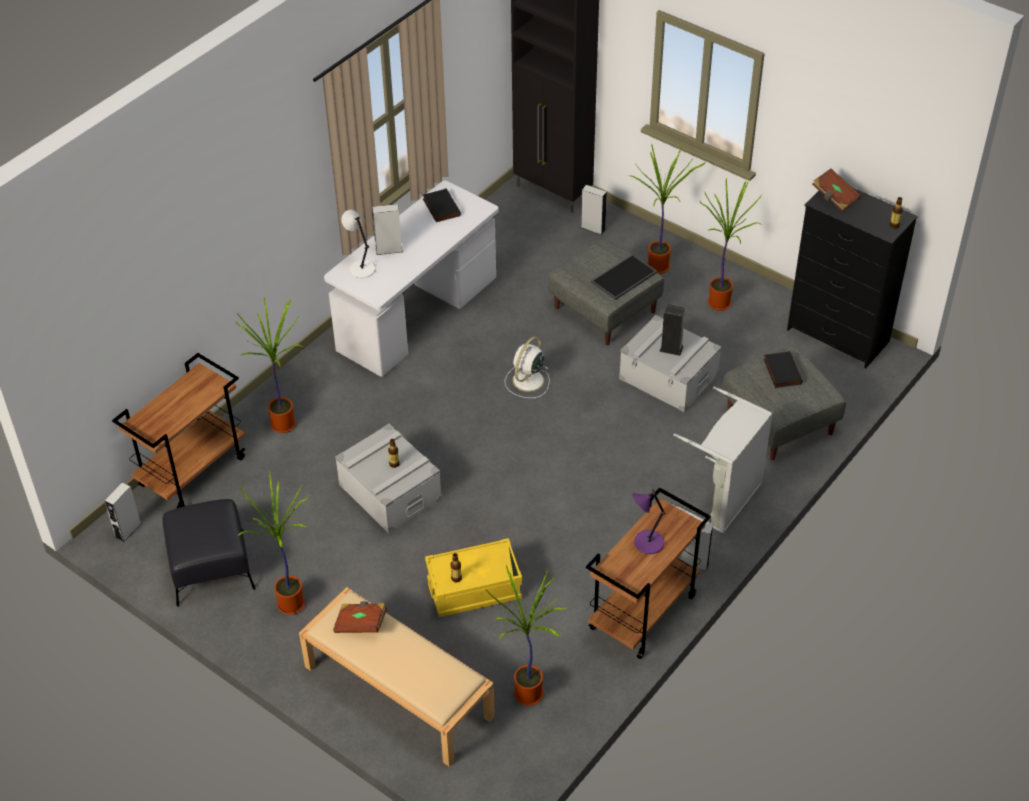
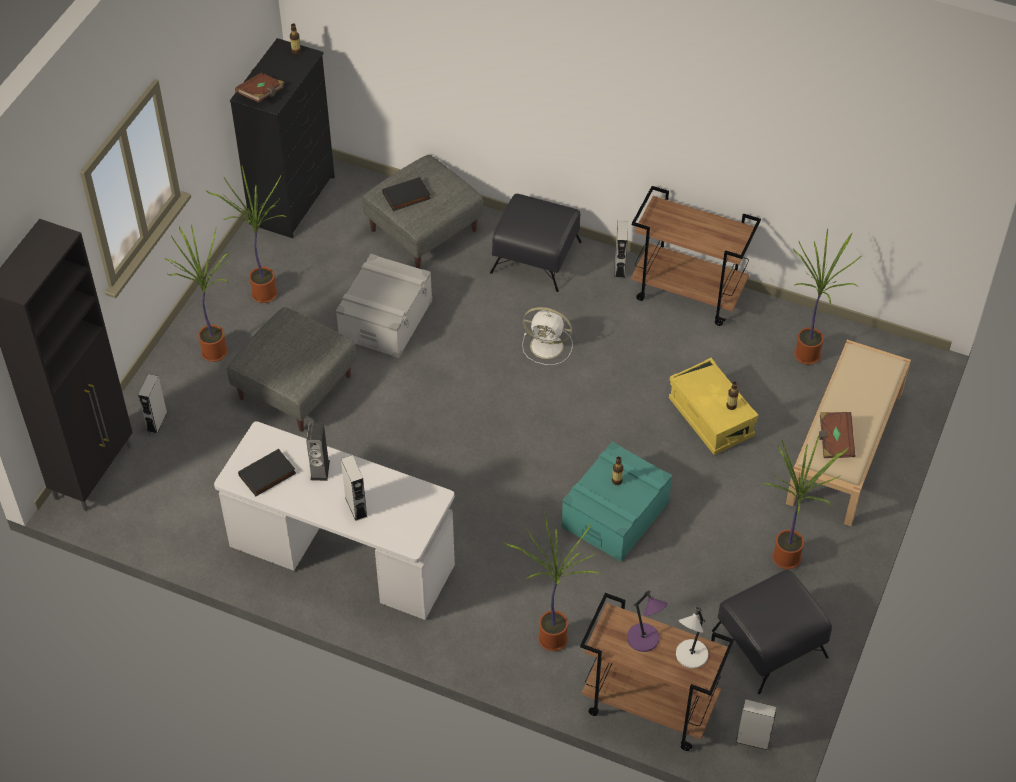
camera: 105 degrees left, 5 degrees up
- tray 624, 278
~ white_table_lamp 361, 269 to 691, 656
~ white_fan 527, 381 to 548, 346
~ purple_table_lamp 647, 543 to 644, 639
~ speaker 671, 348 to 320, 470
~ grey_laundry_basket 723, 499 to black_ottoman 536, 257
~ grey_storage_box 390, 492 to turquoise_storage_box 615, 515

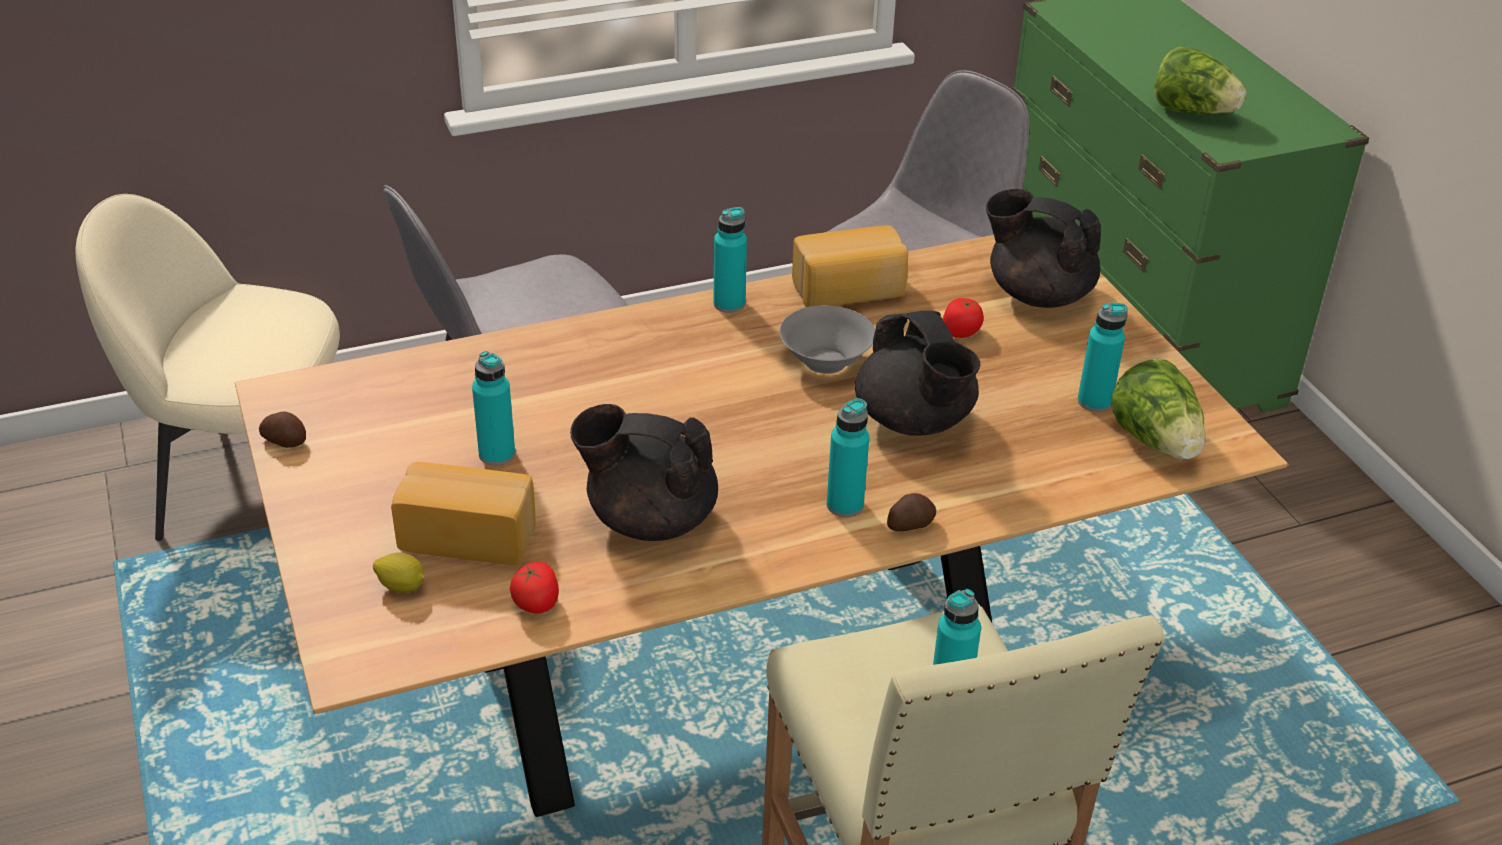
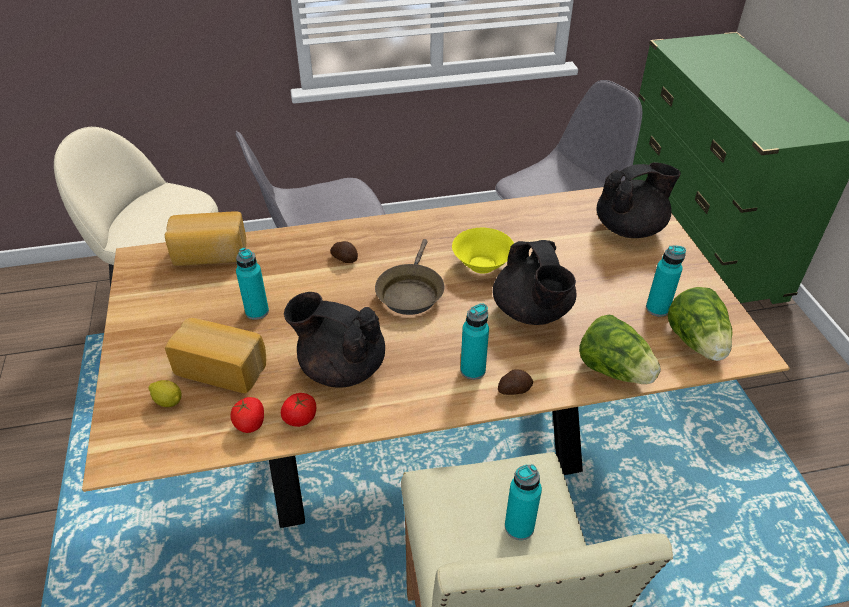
camera: 10 degrees right, 5 degrees up
- turquoise_bottle 729, 304
+ brown_frying_pan 410, 292
~ potato 285, 440 to 345, 258
~ bread 849, 292 to 210, 255
~ tomato 960, 332 to 300, 419
~ lettuce 1192, 112 to 614, 370
~ grey_bowl 824, 361 to yellow_bowl 481, 264
~ black_teapot 1037, 294 = 630, 228 120 degrees clockwise

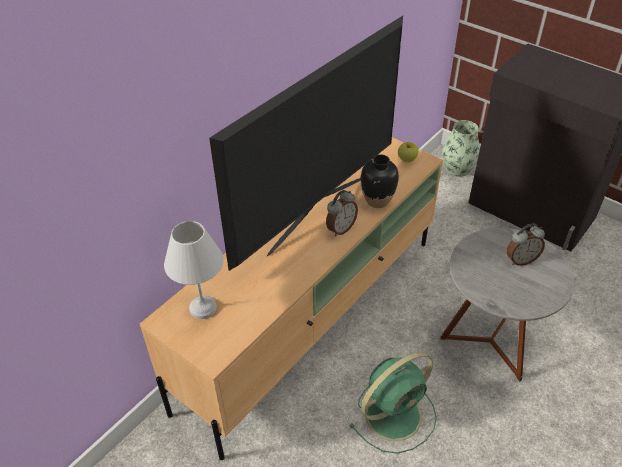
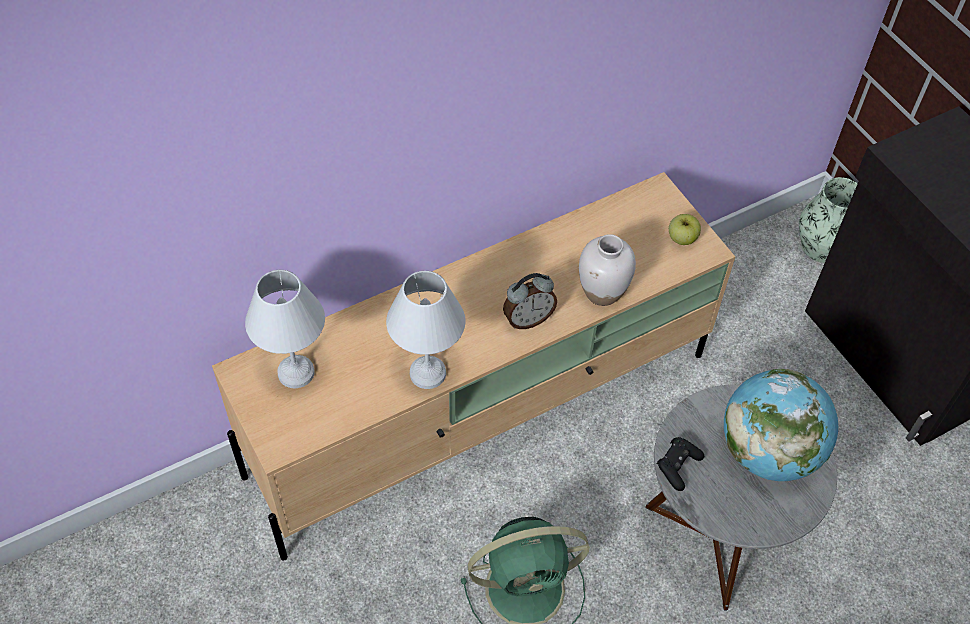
camera: 20 degrees right, 10 degrees up
- television 316, 213
+ white_table_lamp 426, 374
+ black_game_controller 677, 466
~ alarm_clock 521, 260 to globe 768, 451
~ black_vase 377, 200 to white_vase 602, 292

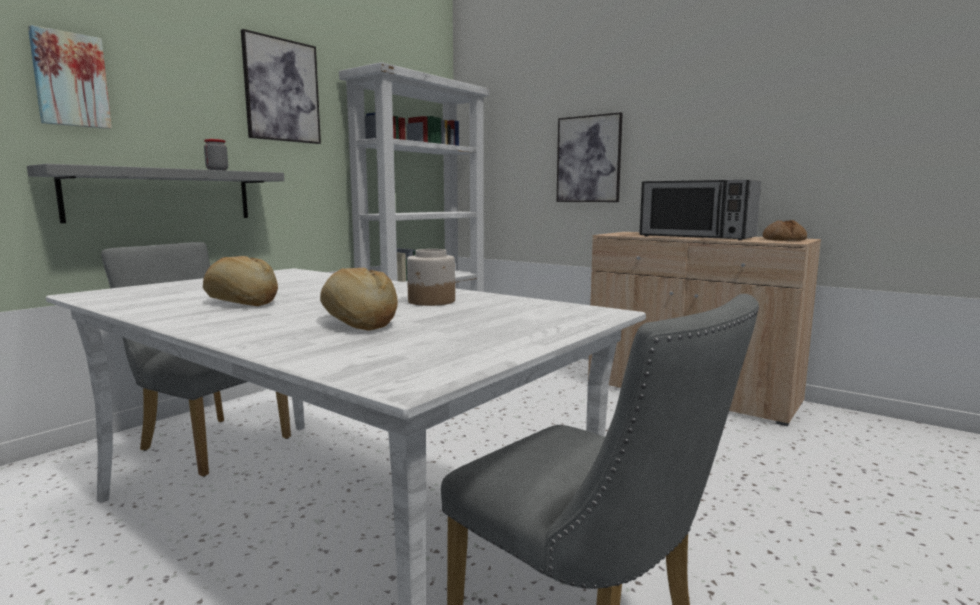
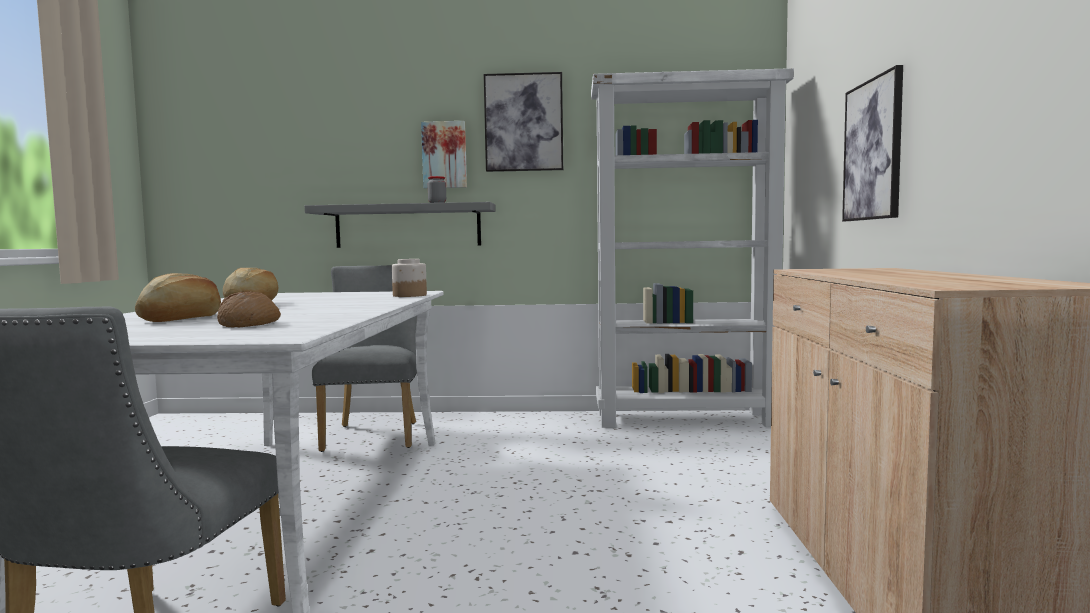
camera: 55 degrees right, 5 degrees down
- microwave 696, 237
~ picture 70, 80 to 444, 155
~ jar 431, 301 to 409, 295
~ bread 784, 239 to 249, 324

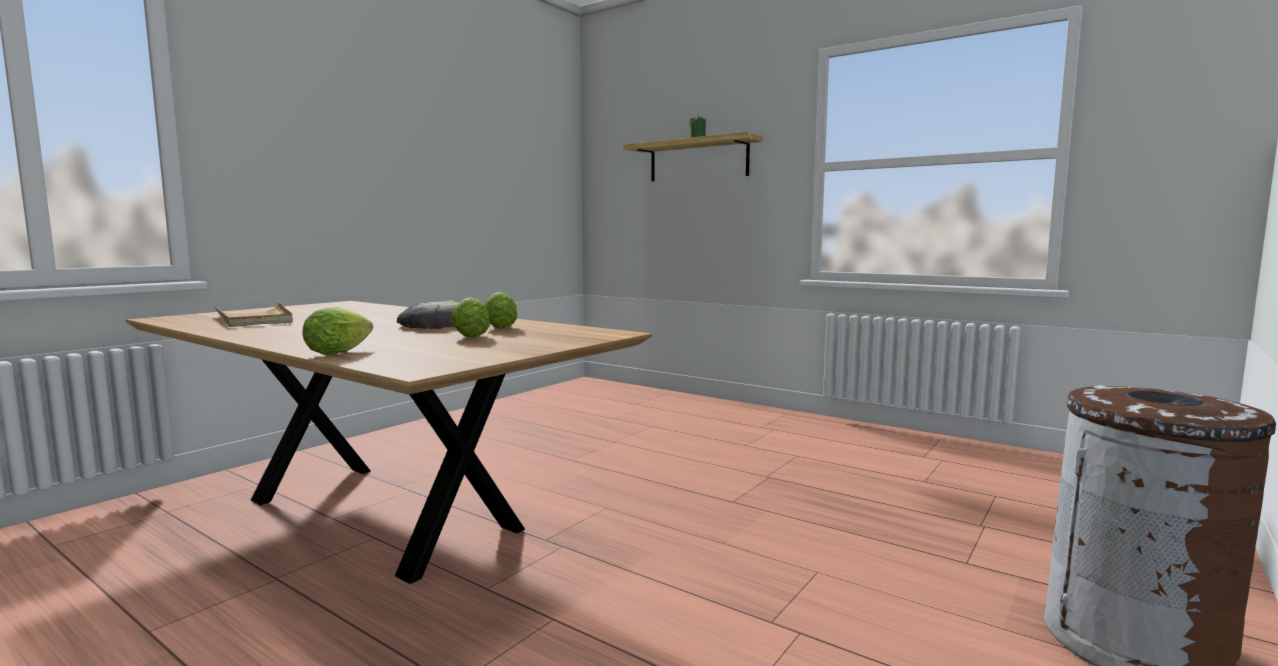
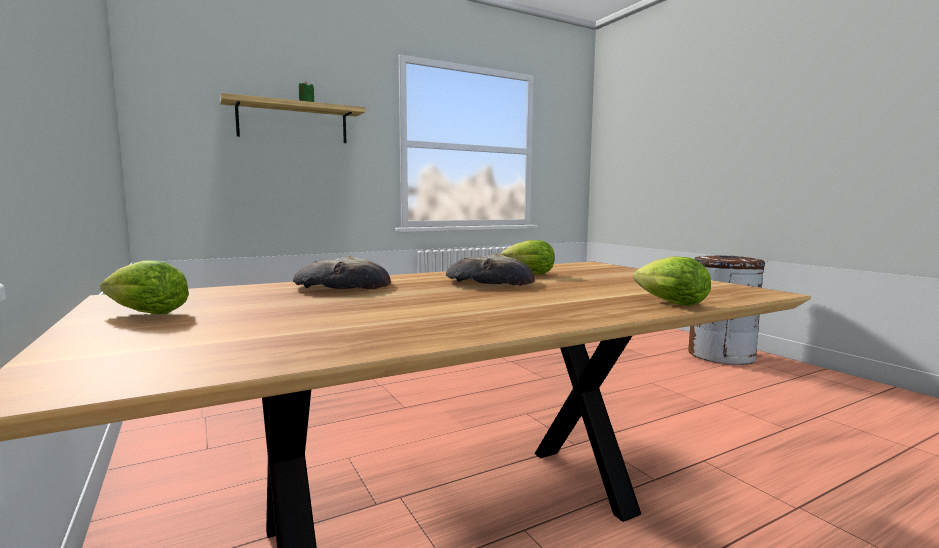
camera: 65 degrees left, 0 degrees up
- beige_tray 254, 319
+ bread 342, 286
~ lettuce 470, 335 to 143, 313

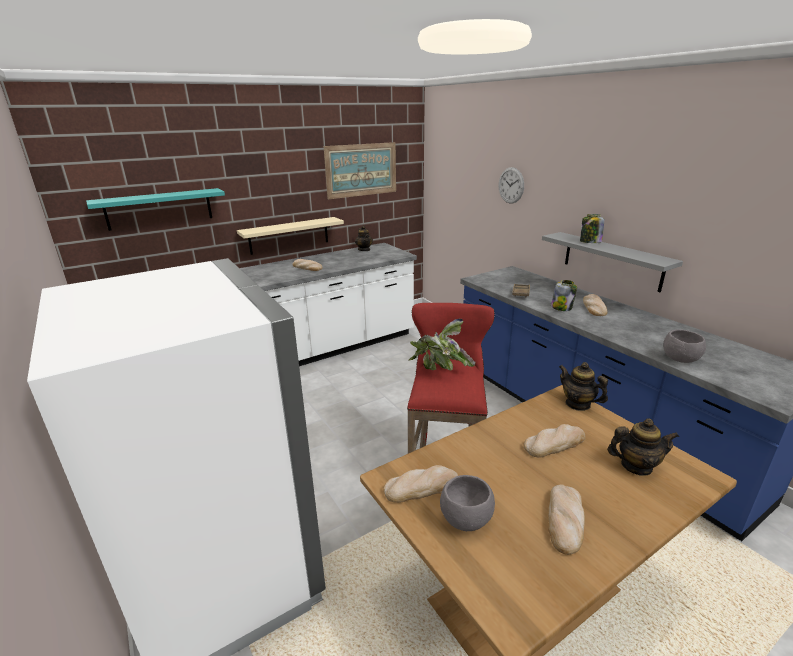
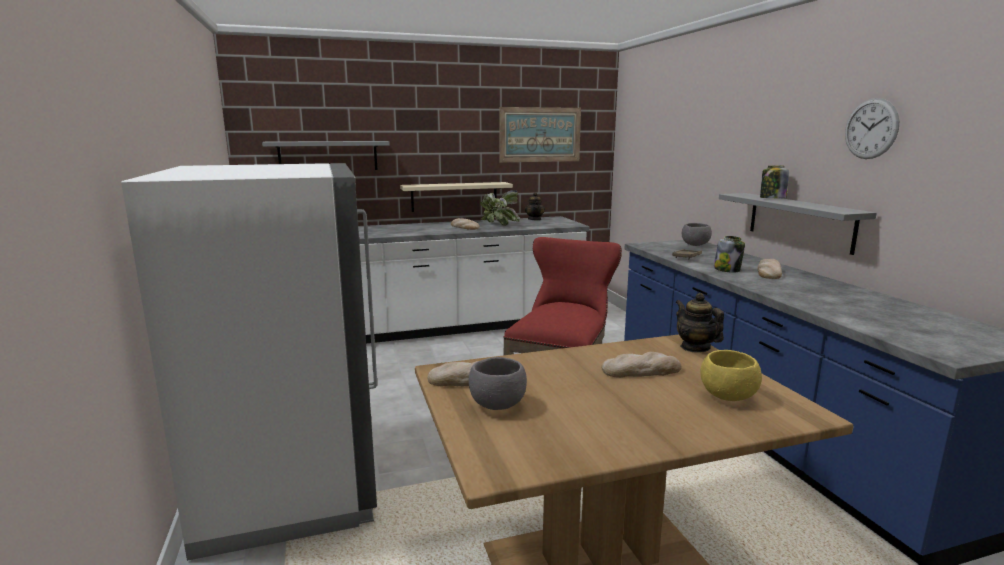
camera: 15 degrees right, 10 degrees down
- bread 565, 520
~ potted_plant 439, 370 to 498, 225
~ wall_clock 511, 185 to 871, 129
~ grey_bowl 680, 360 to 695, 245
~ teapot 636, 466 to yellow_bowl 727, 397
~ turquoise_shelf 159, 209 to grey_shelf 328, 156

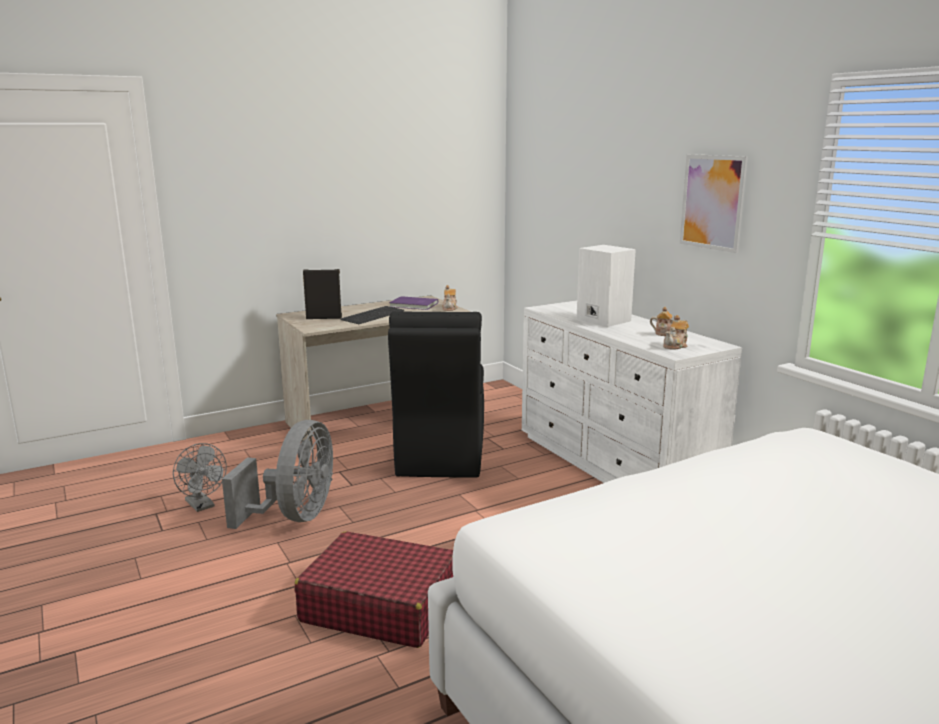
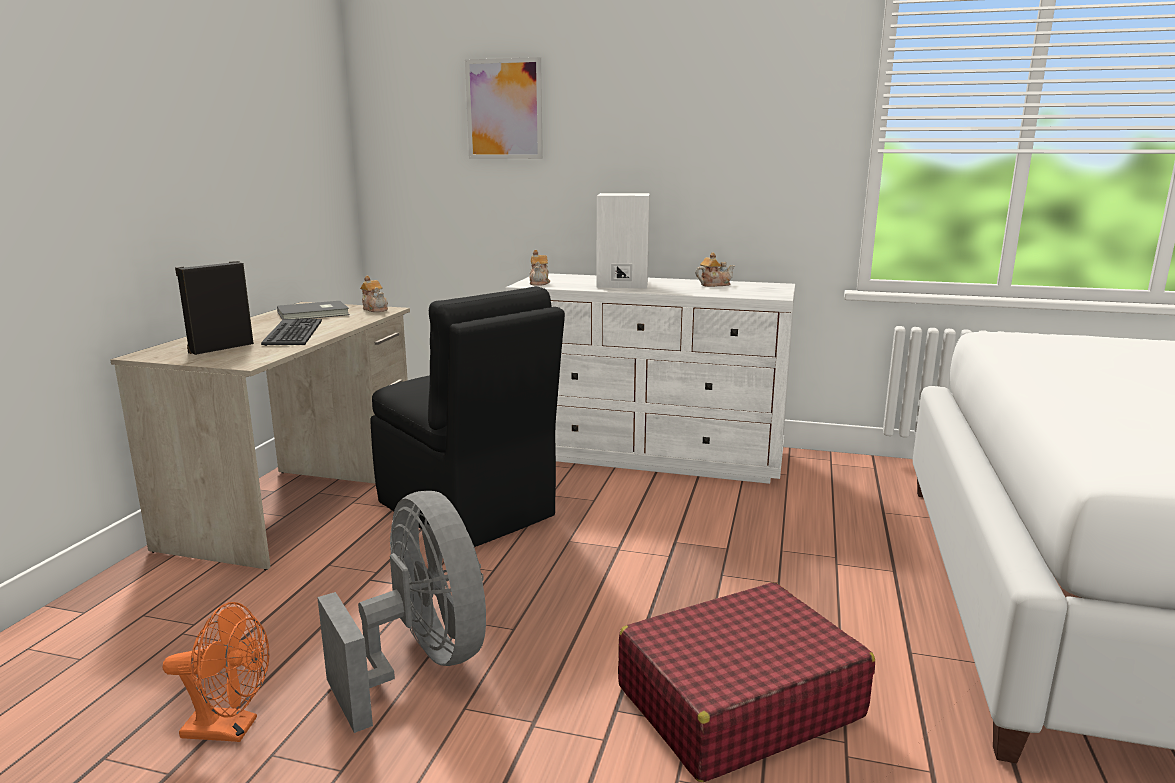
camera: 45 degrees left, 0 degrees up
~ teapot 676, 346 to 539, 283
~ picture 712, 202 to 504, 109
~ grey_fan 202, 506 to orange_fan 231, 728
~ purple_book 414, 305 to grey_book 314, 313

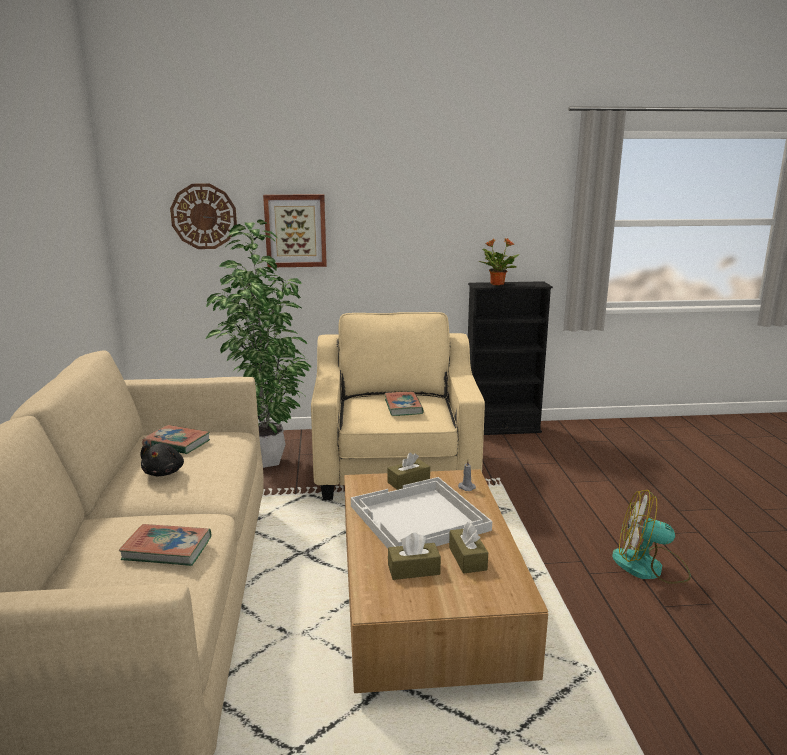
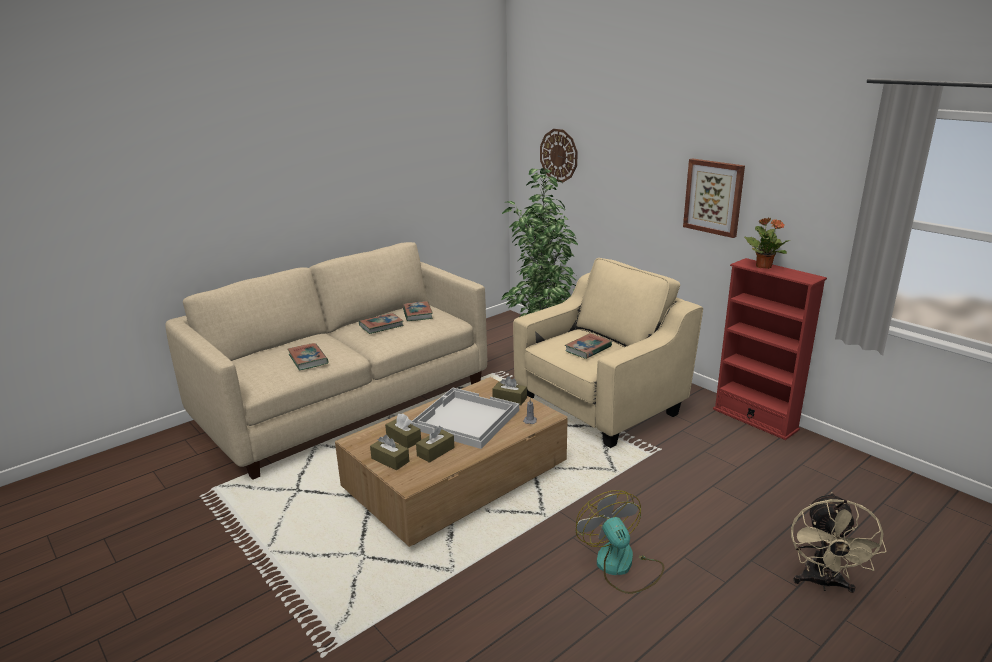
camera: 55 degrees right, 5 degrees up
+ brown_tissue_box 390, 460
+ beige_fan 822, 583
~ picture 295, 230 to 714, 197
~ black_plush_toy 164, 472 to book 381, 326
~ black_bookcase 501, 429 to red_bookcase 755, 419

